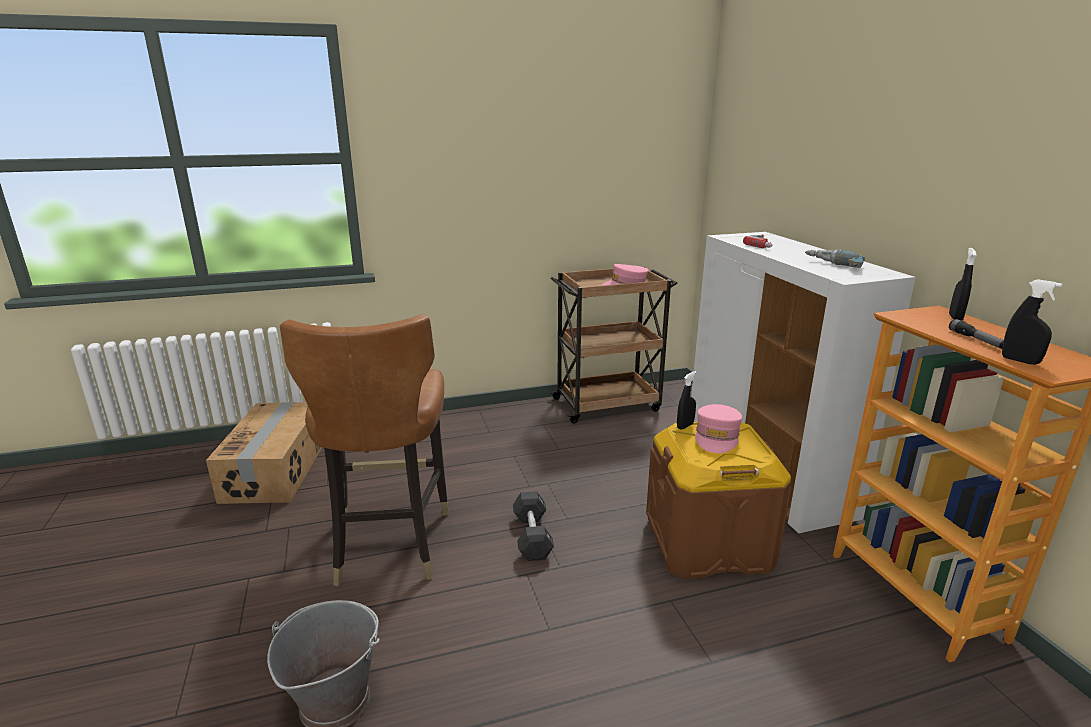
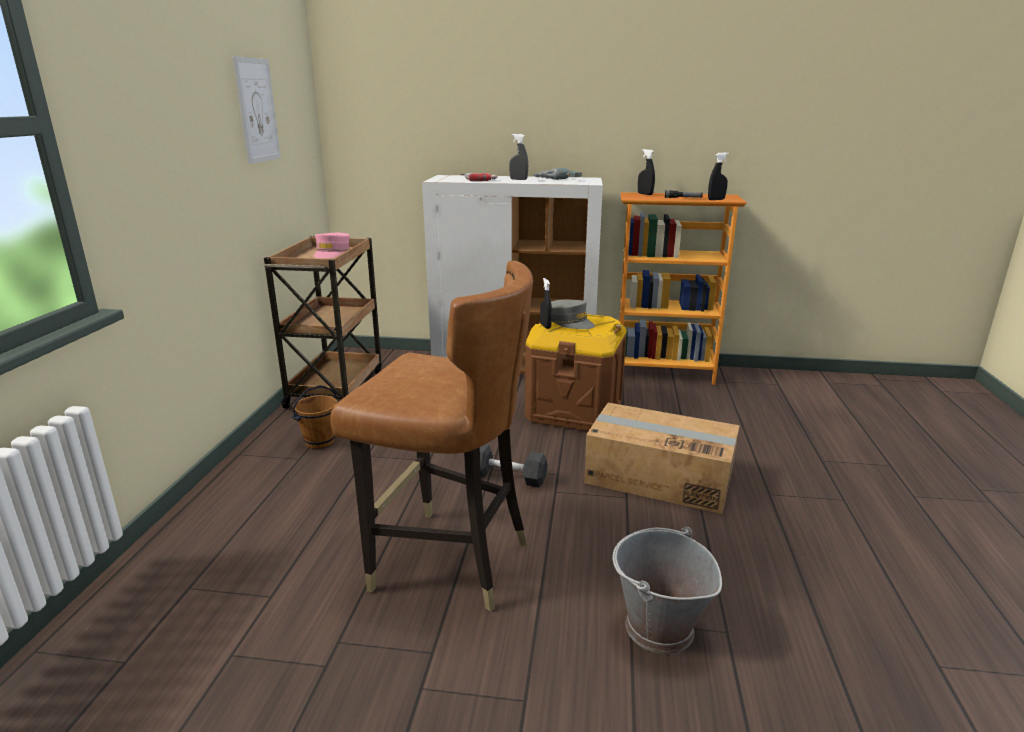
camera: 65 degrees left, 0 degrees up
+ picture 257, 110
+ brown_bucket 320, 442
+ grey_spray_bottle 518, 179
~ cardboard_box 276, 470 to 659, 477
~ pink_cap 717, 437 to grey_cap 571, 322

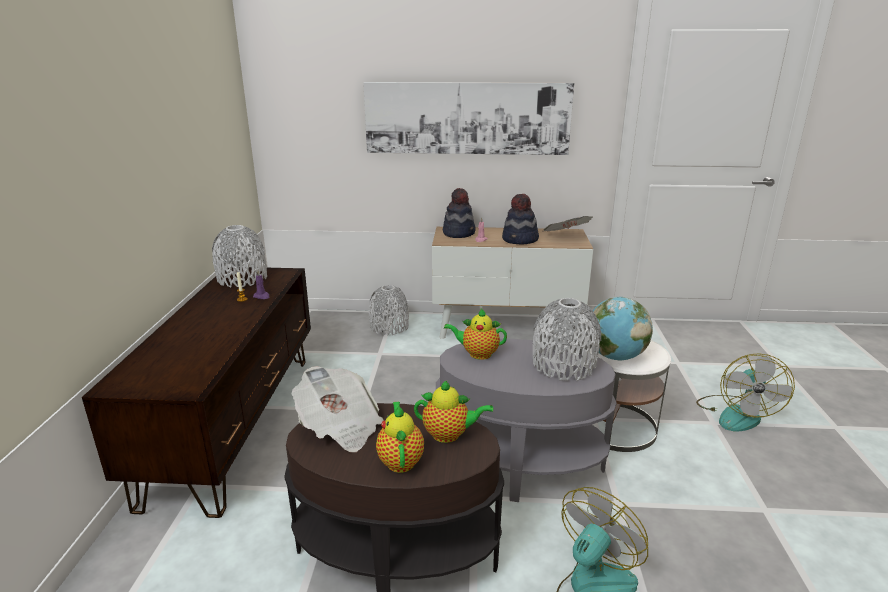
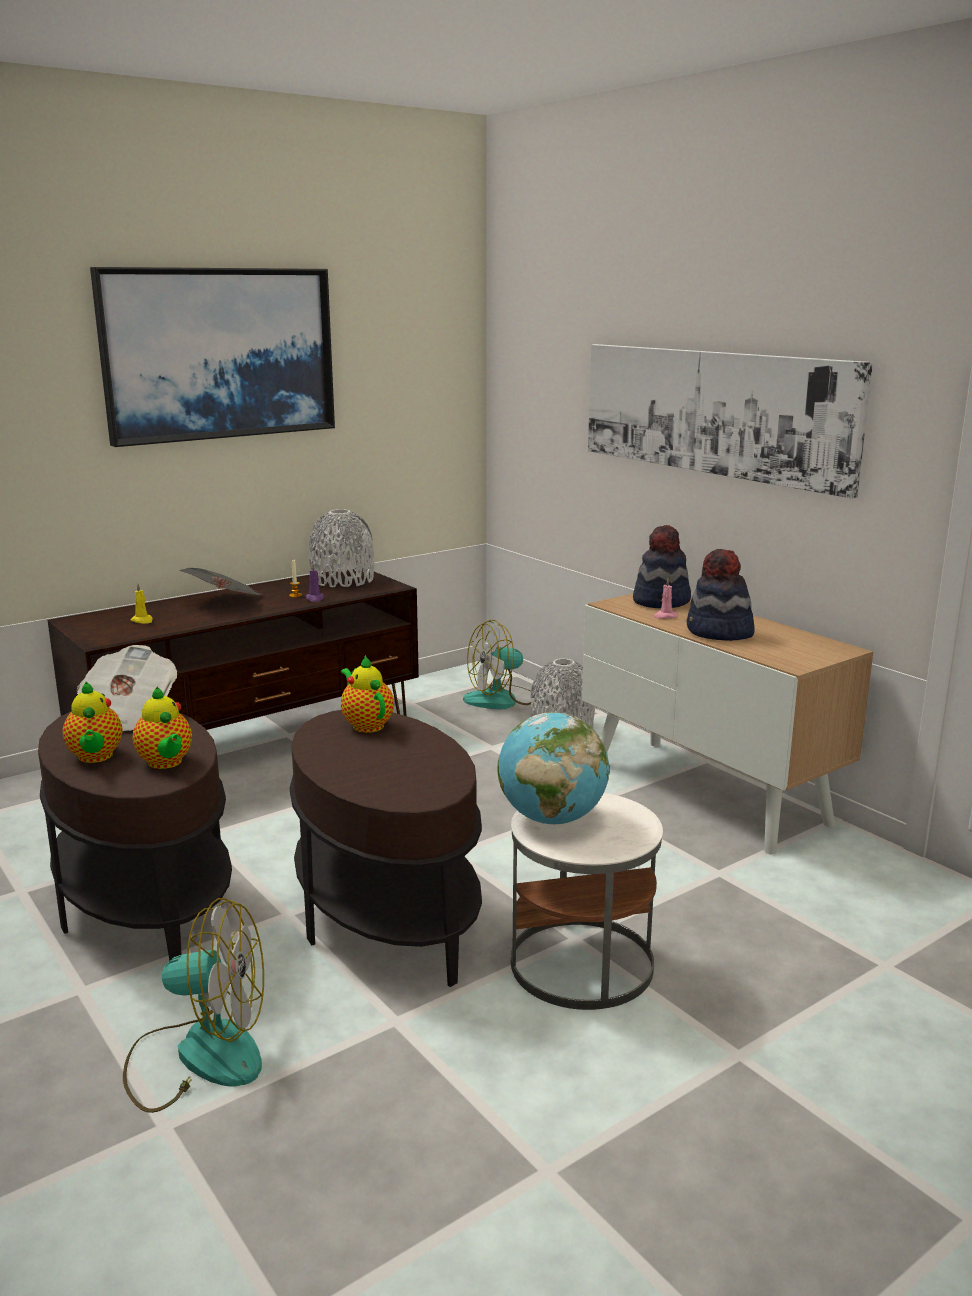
camera: 50 degrees right, 5 degrees down
- grey_vase 563, 365
+ picture 219, 353
+ yellow_candle 142, 621
~ newspaper 565, 237 to 225, 602
~ fan 736, 414 to 502, 700
~ grey_side_table 518, 464 to brown_side_table 387, 919
~ teapot 400, 460 = 95, 757 120 degrees clockwise

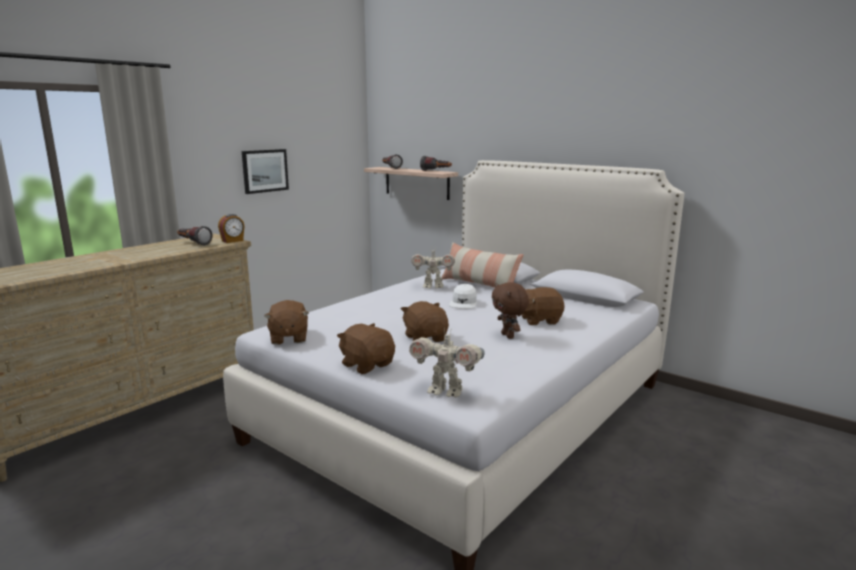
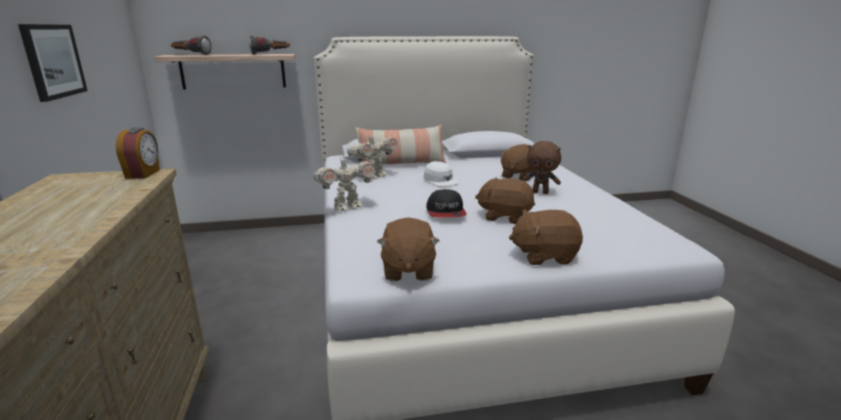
camera: 50 degrees left, 5 degrees up
- flashlight 193, 243
+ cap 446, 212
~ toy_robot 446, 391 to 347, 207
~ brown_plush_toy 288, 338 = 407, 270 60 degrees clockwise

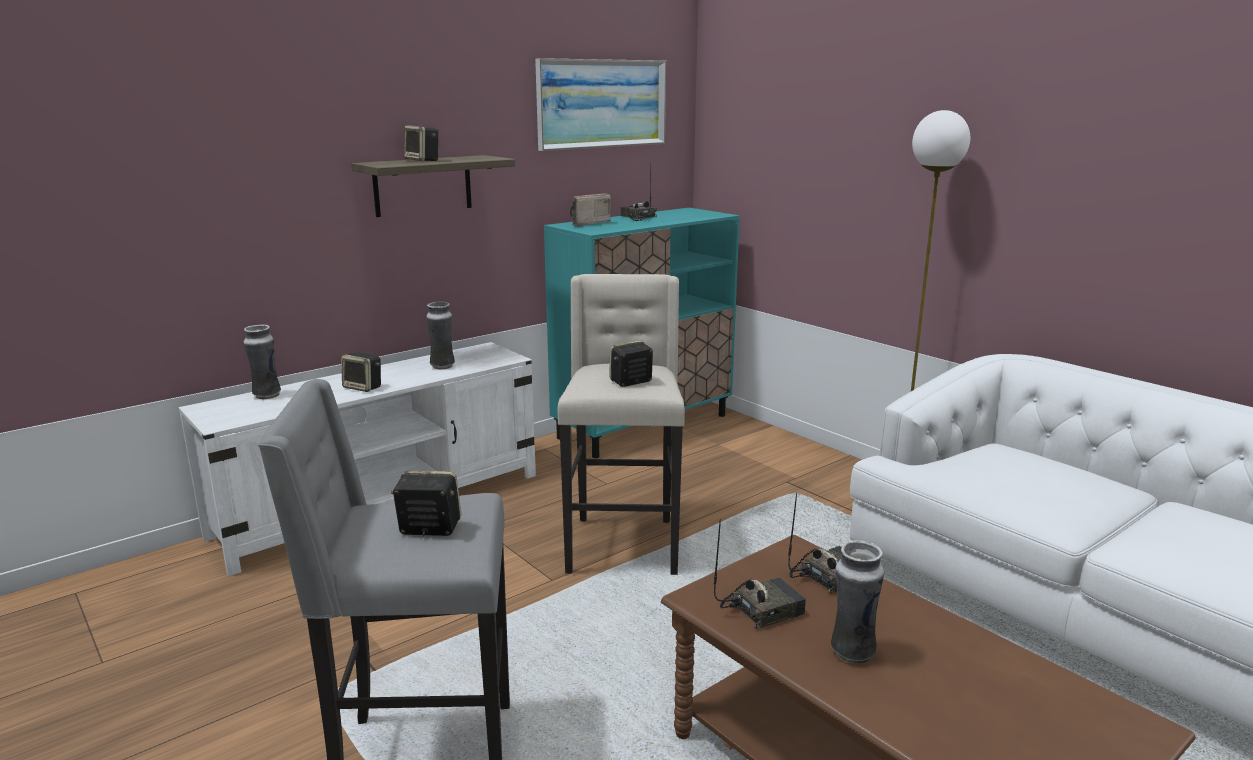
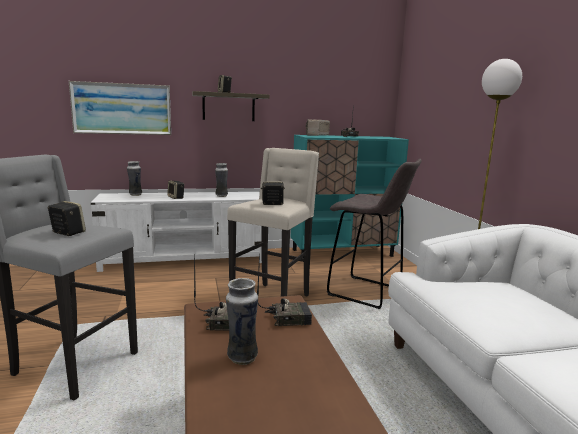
camera: 25 degrees right, 5 degrees down
+ grey_stool 367, 292
~ picture 602, 103 to 122, 109

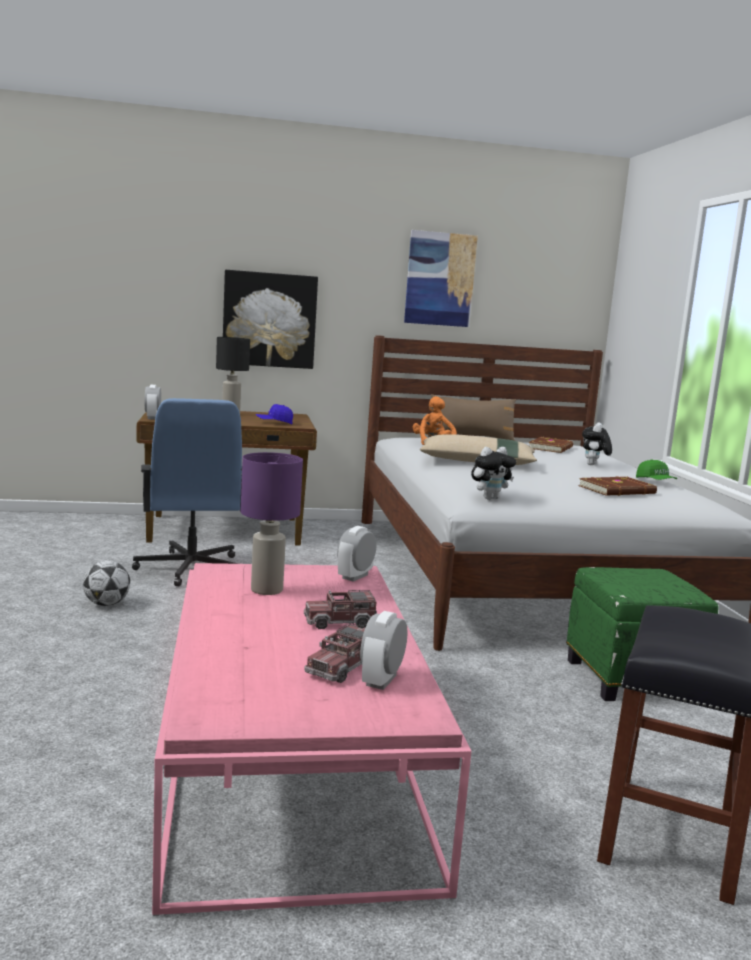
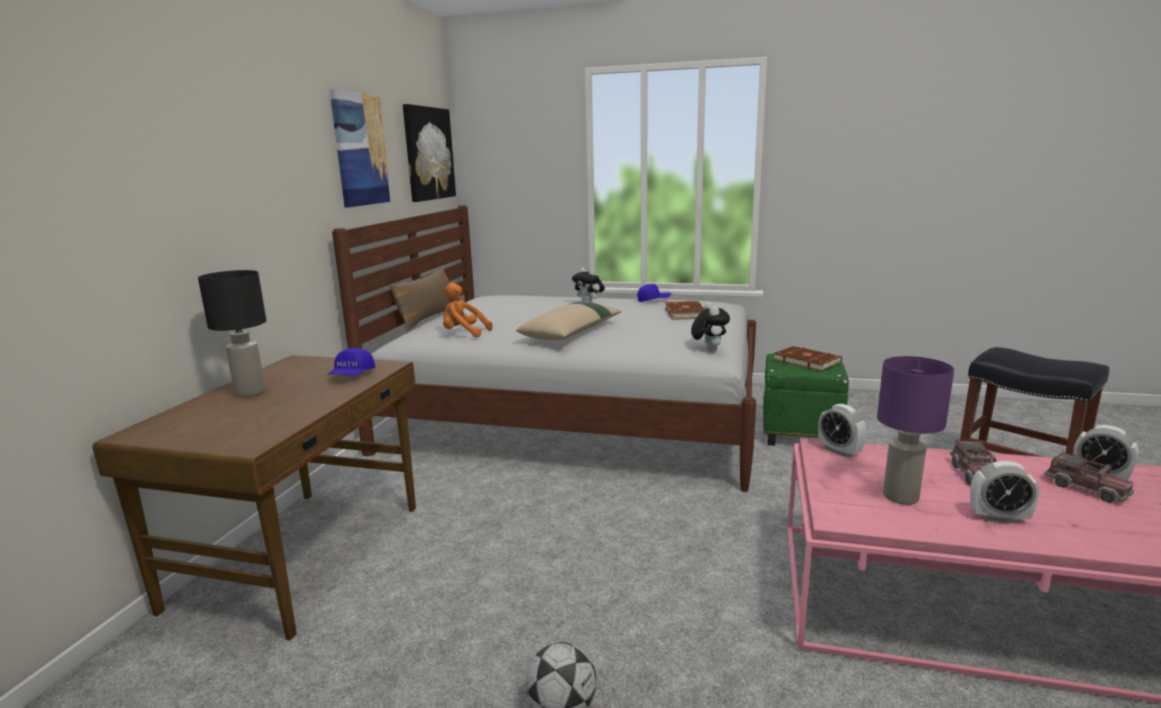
camera: 65 degrees left, 5 degrees up
- blue_office_chair 190, 569
~ alarm_clock 152, 418 to 999, 517
~ picture 269, 320 to 428, 153
~ brown_book 551, 448 to 807, 361
~ green_cap 655, 481 to blue_cap 653, 300

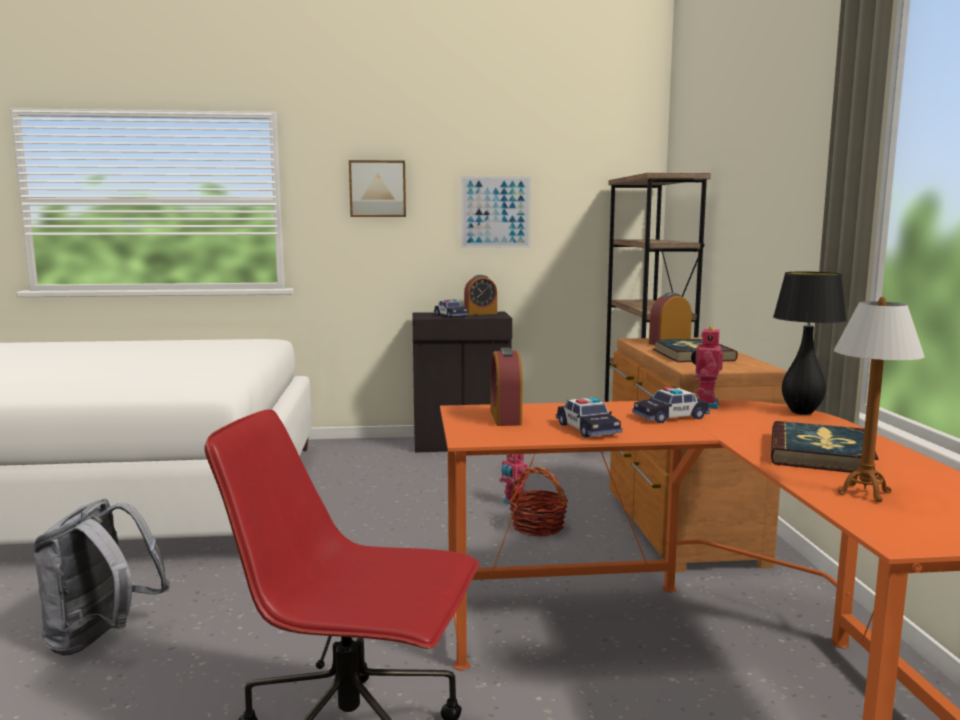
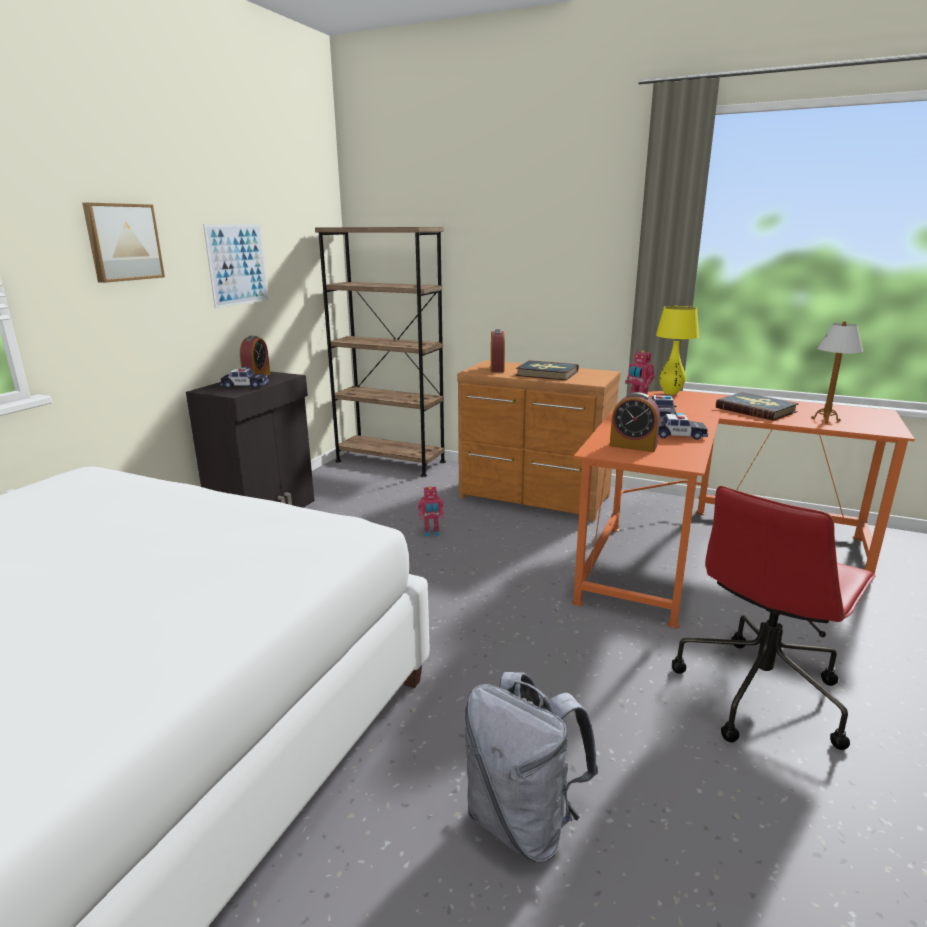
camera: 60 degrees left, 10 degrees up
- basket 538, 527
~ black_table_lamp 801, 412 to yellow_table_lamp 670, 393

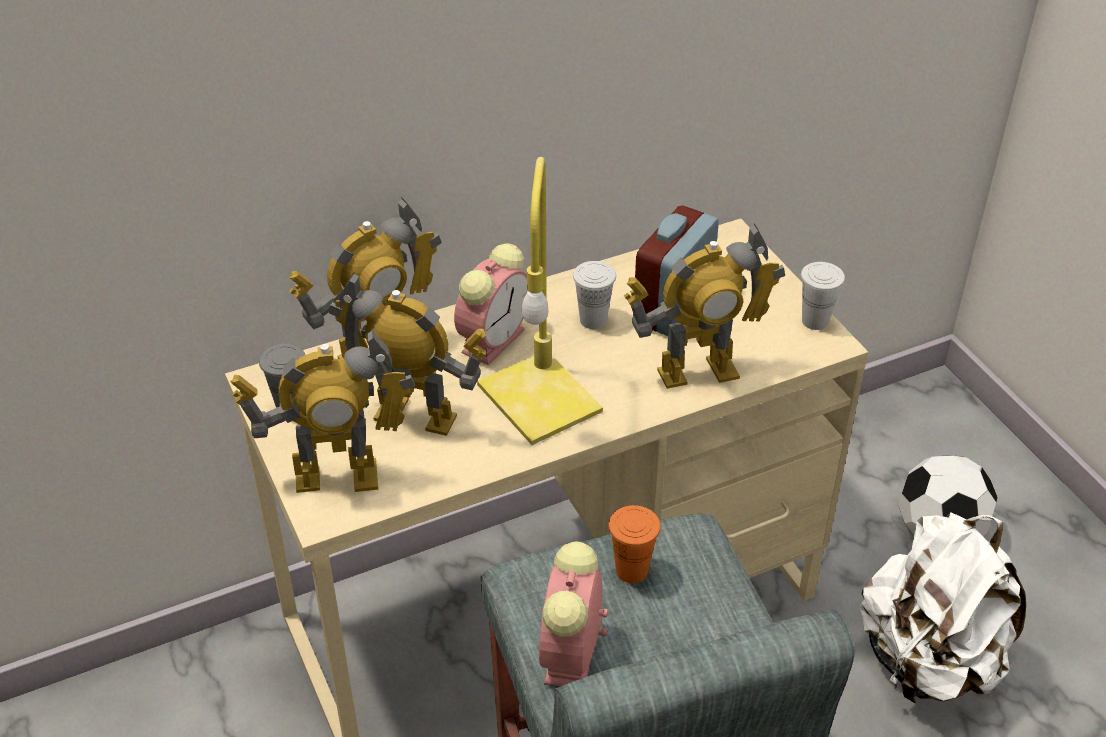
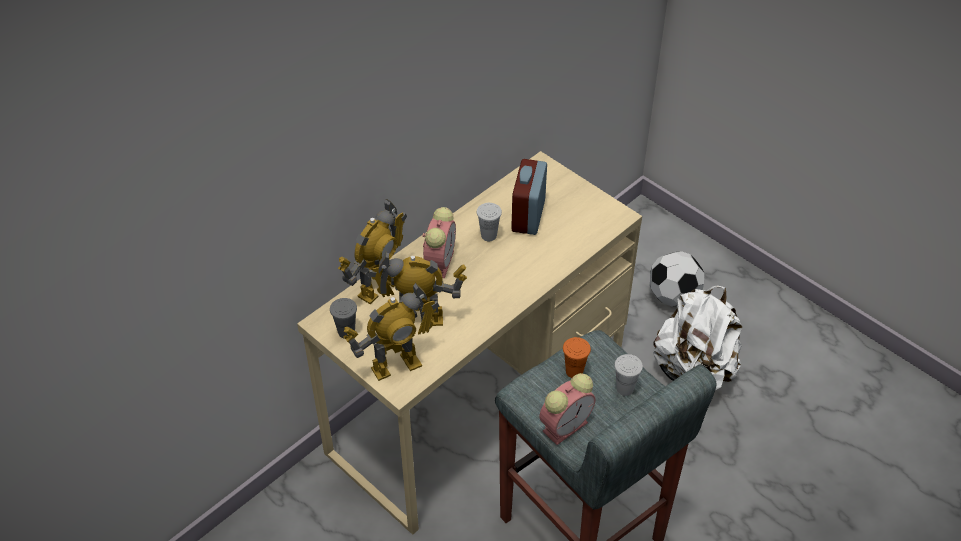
camera: 20 degrees left, 5 degrees up
- yellow_table_lamp 536, 397
- toy_robot 697, 372
~ white_cup 815, 321 to 625, 388
~ alarm_clock 571, 658 = 566, 425 120 degrees counterclockwise

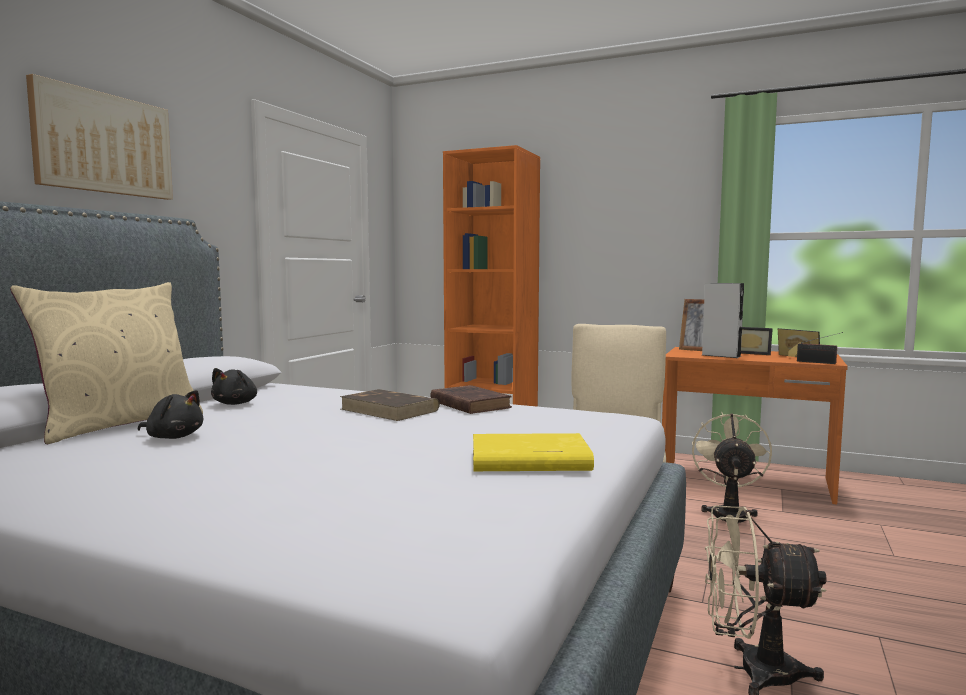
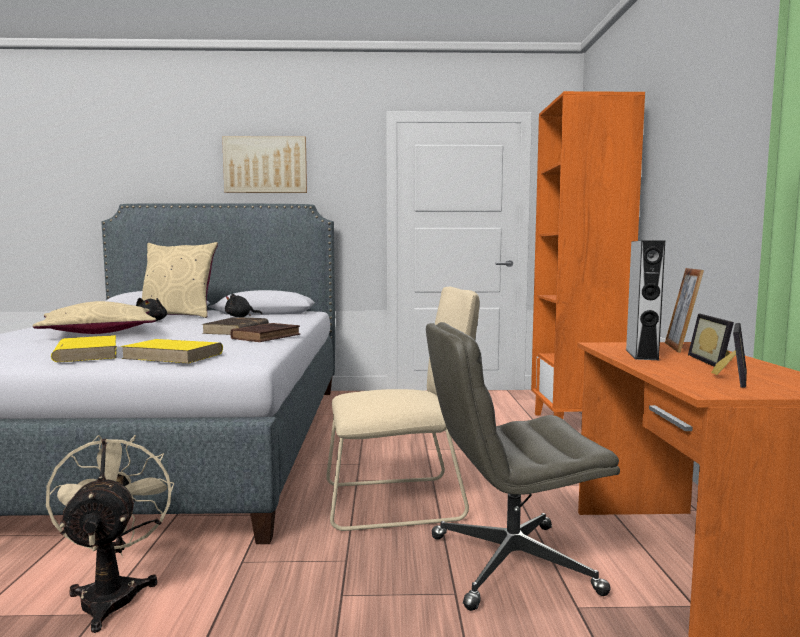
camera: 65 degrees right, 0 degrees up
- radio 818, 362
+ beige_pillow 98, 333
+ yellow_book 174, 356
~ beige_fan 729, 514 to grey_office_chair 510, 564

